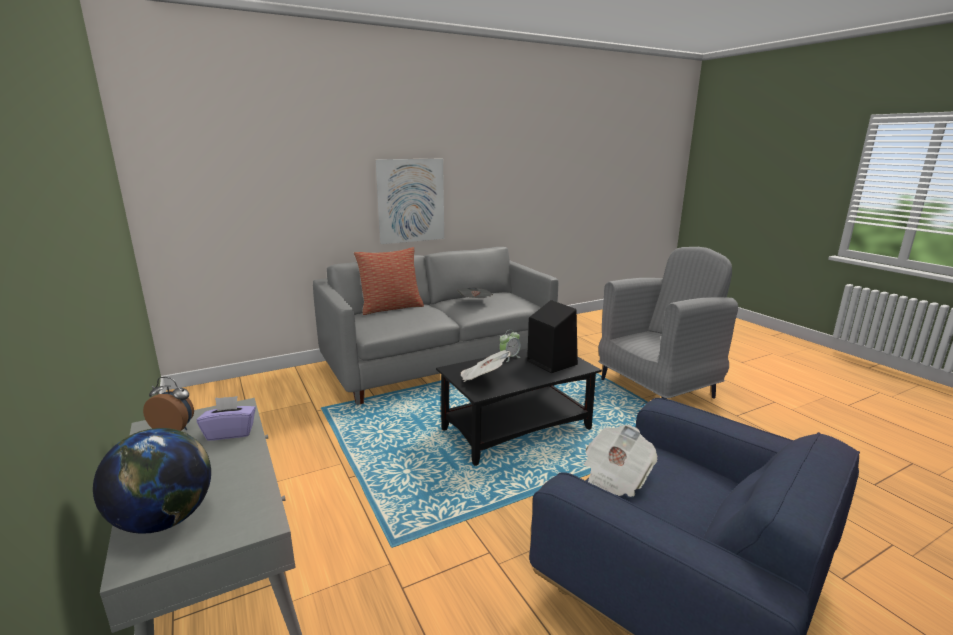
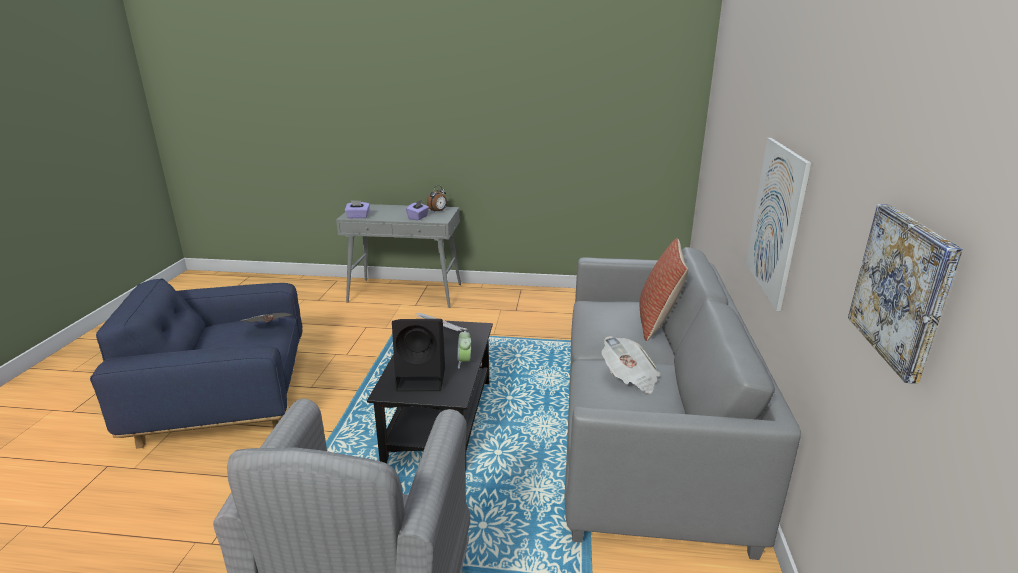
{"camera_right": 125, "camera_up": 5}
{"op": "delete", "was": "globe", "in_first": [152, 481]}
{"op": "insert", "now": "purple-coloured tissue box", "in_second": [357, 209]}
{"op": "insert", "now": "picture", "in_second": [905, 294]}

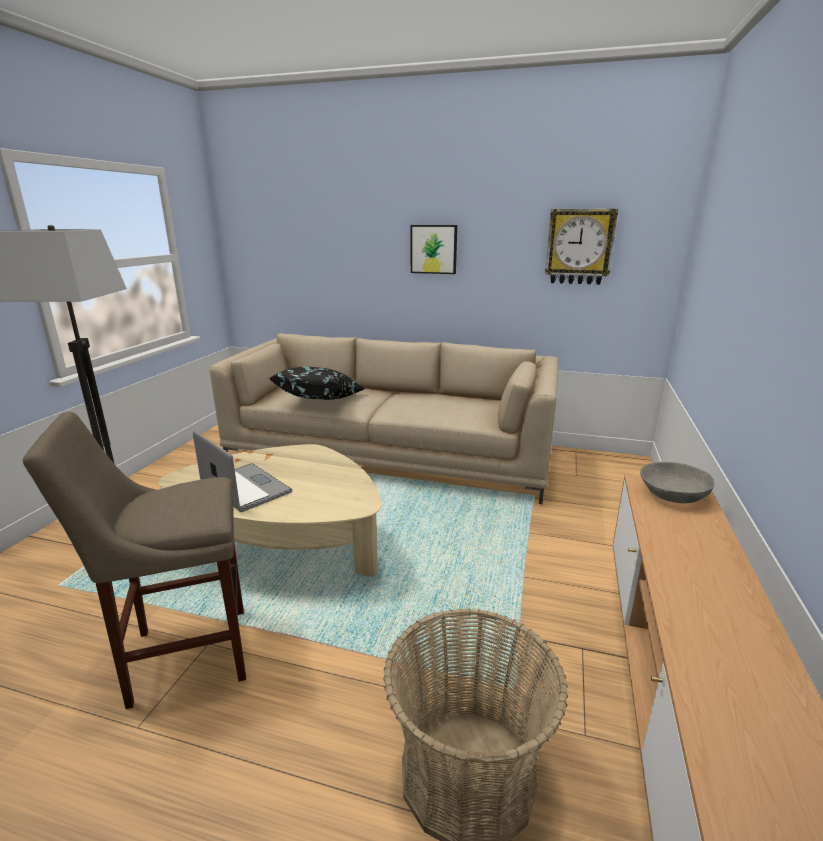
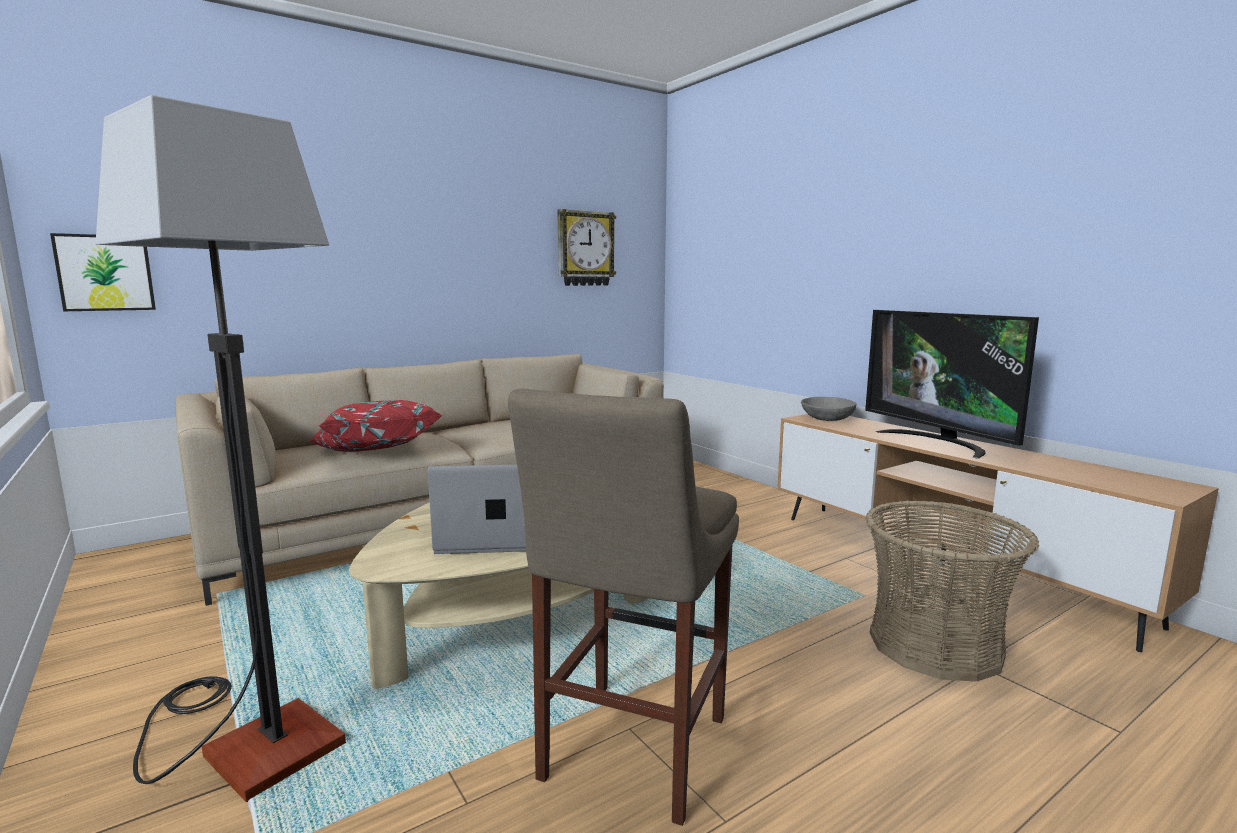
{"camera_right": -50, "camera_up": -10}
{"op": "recolor", "was": "blackish cushion", "now": "red cushion", "in_first": [317, 383], "in_second": [376, 426]}
{"op": "move", "was": "picture", "in_first": [434, 249], "in_second": [103, 272]}
{"op": "insert", "now": "TV set", "in_second": [952, 384]}

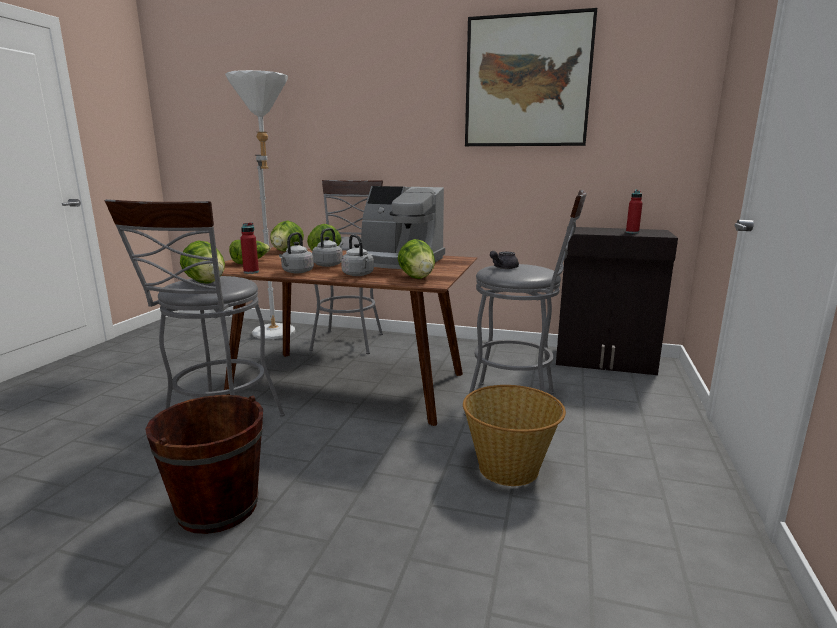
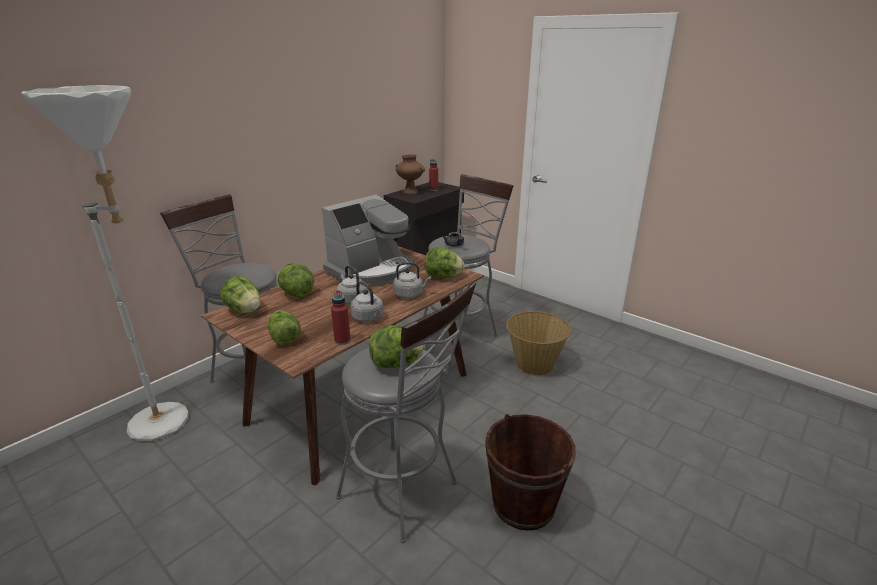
{"camera_right": -65, "camera_up": 10}
{"op": "delete", "was": "picture", "in_first": [531, 77]}
{"op": "insert", "now": "brown-coloured flower vase", "in_second": [410, 174]}

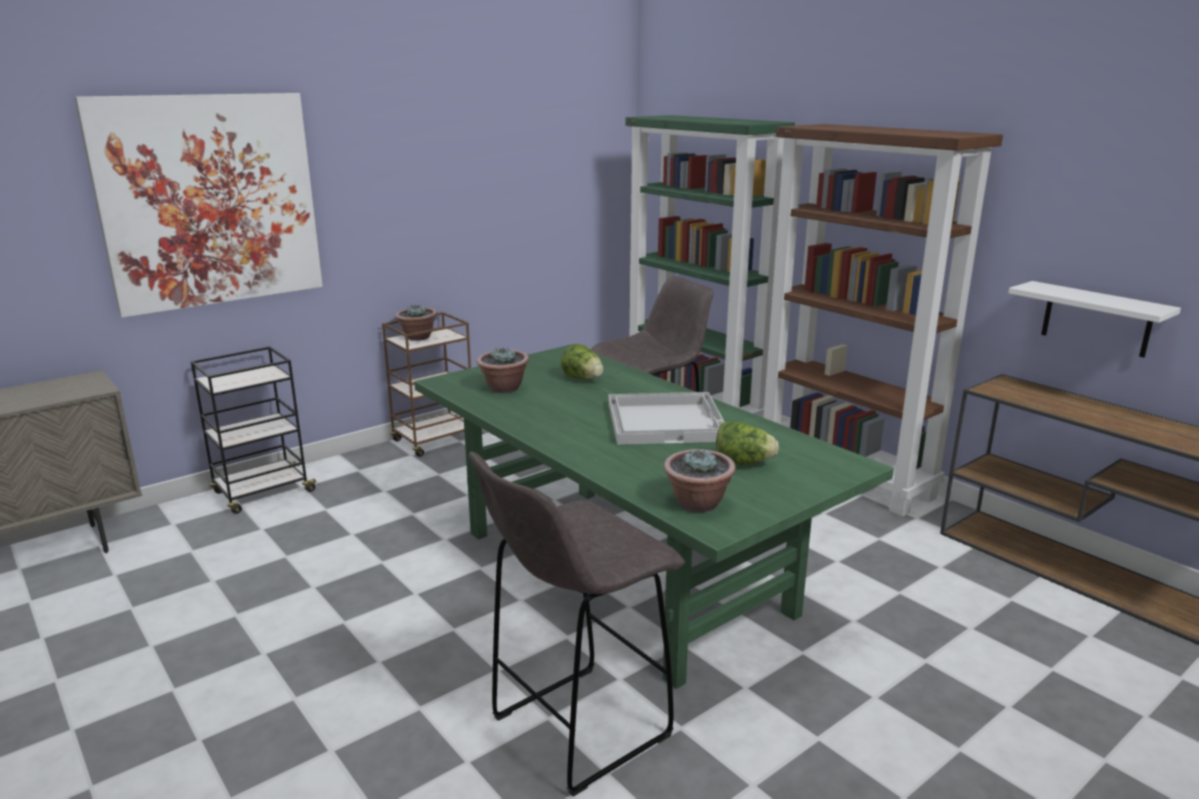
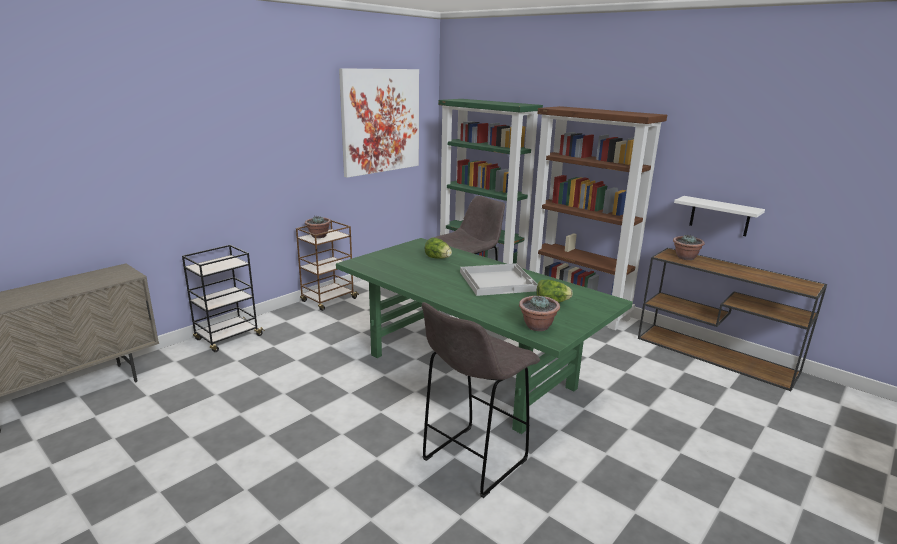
{"camera_right": -10, "camera_up": 0}
{"op": "move", "was": "picture", "in_first": [198, 205], "in_second": [379, 123]}
{"op": "move", "was": "houseplant", "in_first": [503, 370], "in_second": [689, 247]}

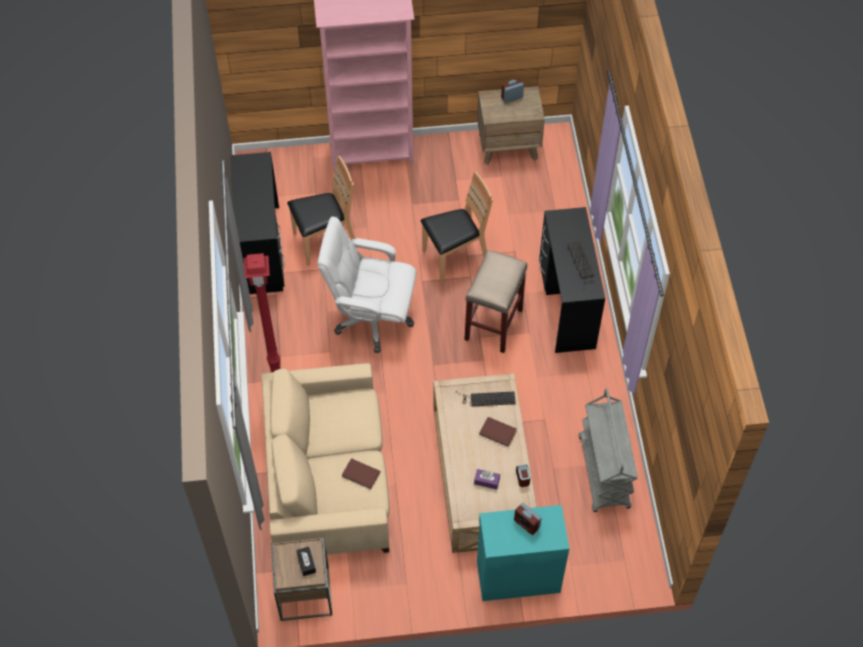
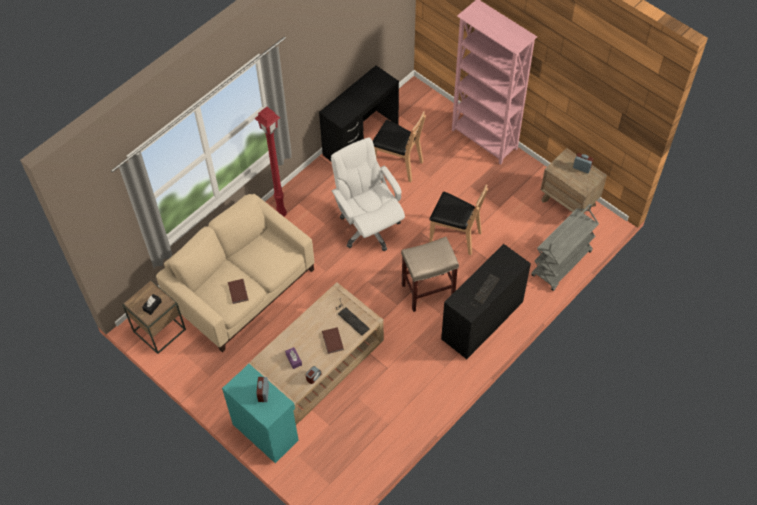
{"camera_right": 50, "camera_up": 0}
{"op": "move", "was": "gray trolley", "in_first": [608, 450], "in_second": [565, 247]}

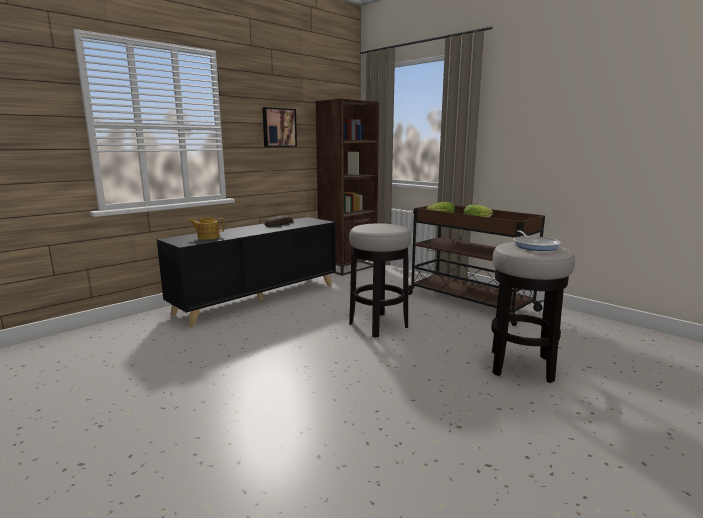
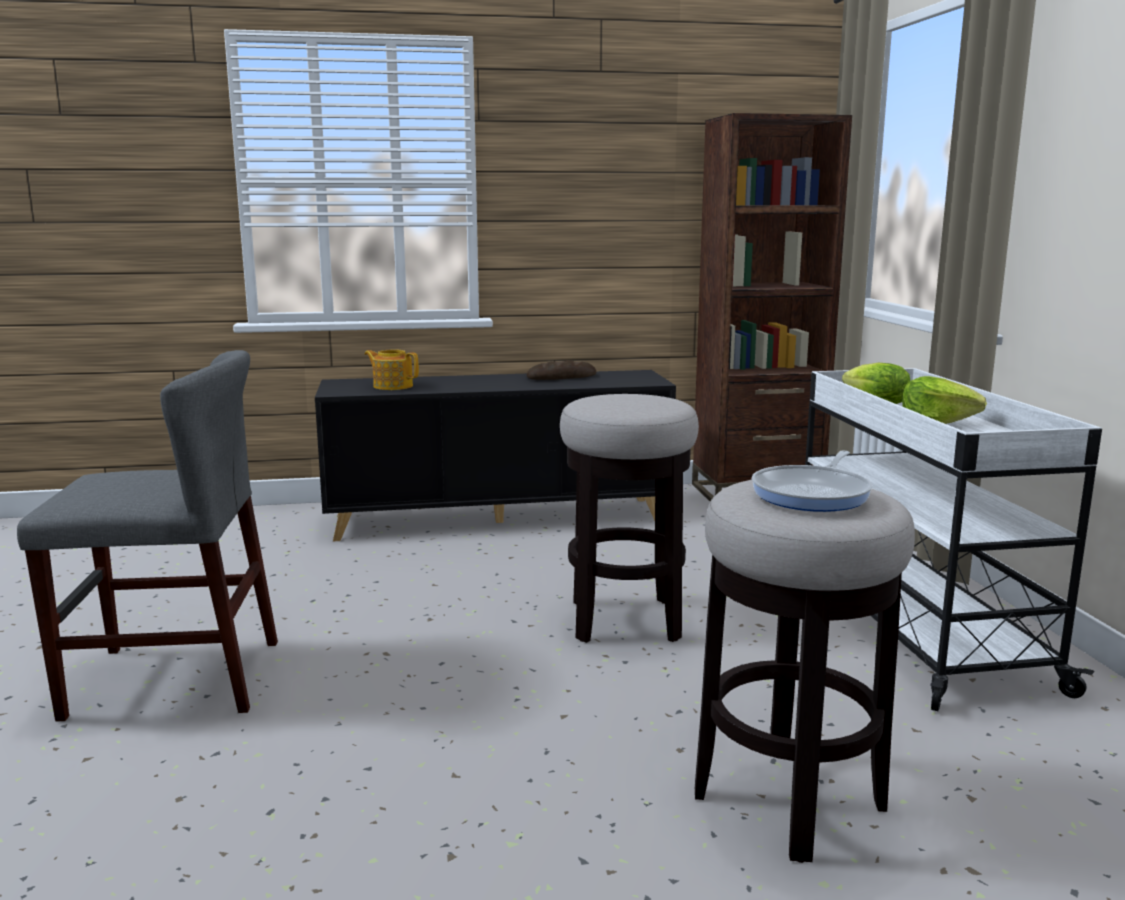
{"camera_right": 35, "camera_up": 0}
{"op": "delete", "was": "picture", "in_first": [279, 127]}
{"op": "recolor", "was": "brown-coloured trolley", "now": "whitish trolley", "in_first": [476, 265], "in_second": [953, 539]}
{"op": "insert", "now": "gray upright chair", "in_second": [147, 536]}

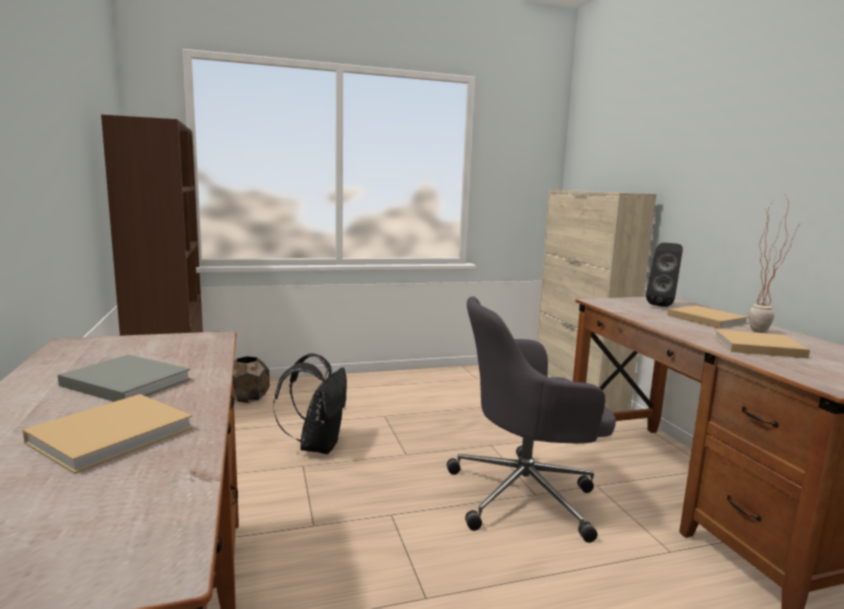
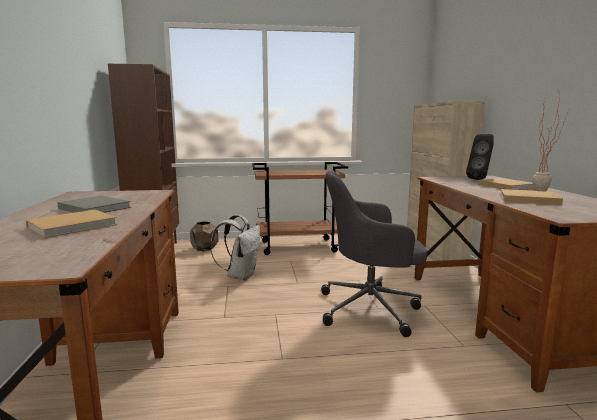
{"camera_right": 10, "camera_up": 0}
{"op": "recolor", "was": "blackish knapsack", "now": "whitish knapsack", "in_first": [310, 403], "in_second": [235, 247]}
{"op": "insert", "now": "brown-coloured trolley", "in_second": [300, 208]}

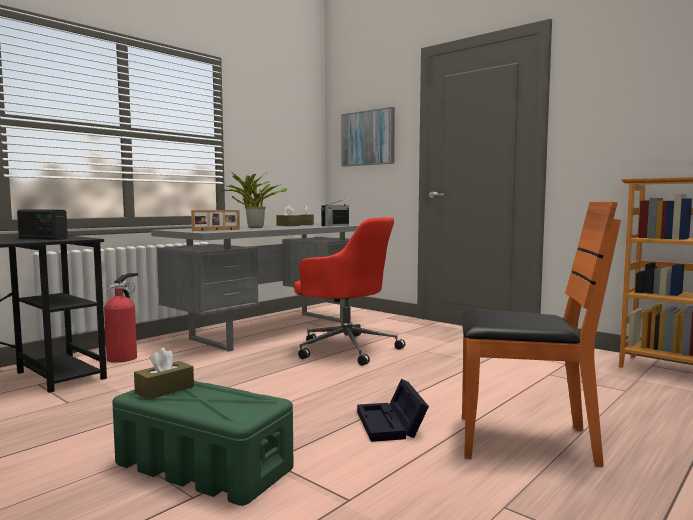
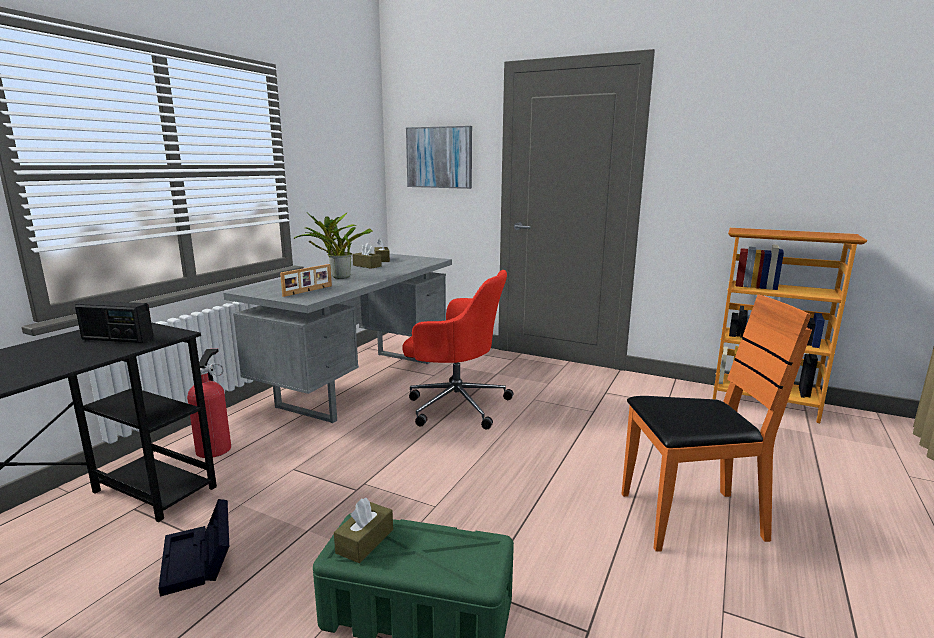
{"camera_right": -15, "camera_up": 10}
{"op": "delete", "was": "radio", "in_first": [335, 213]}
{"op": "move", "was": "blackish storage box", "in_first": [393, 410], "in_second": [194, 548]}

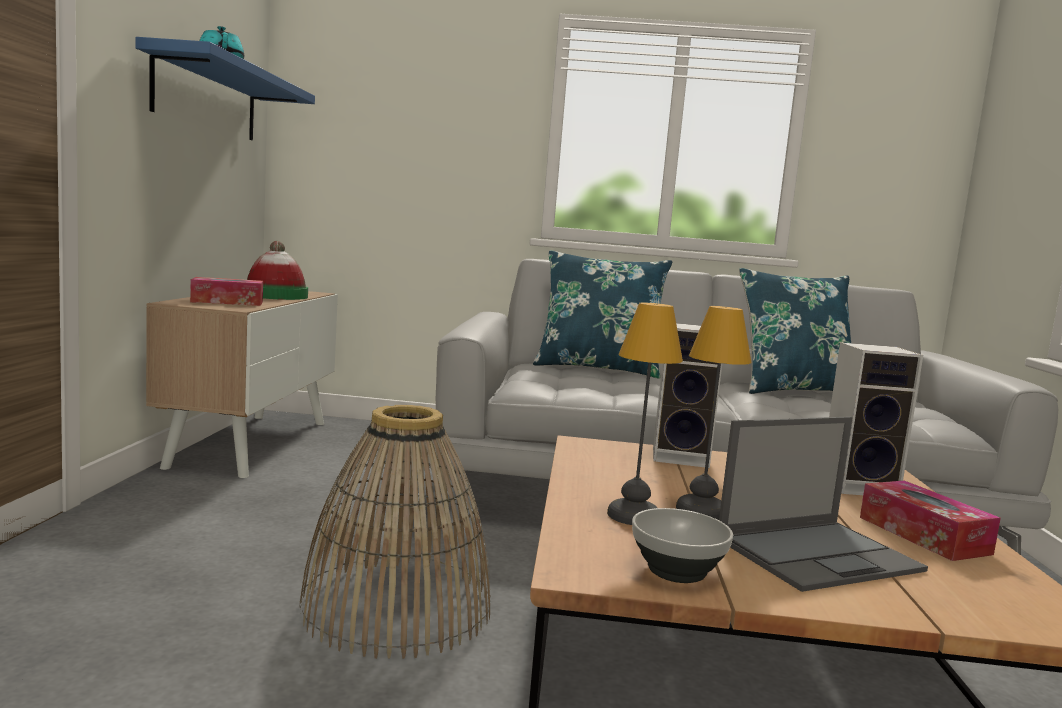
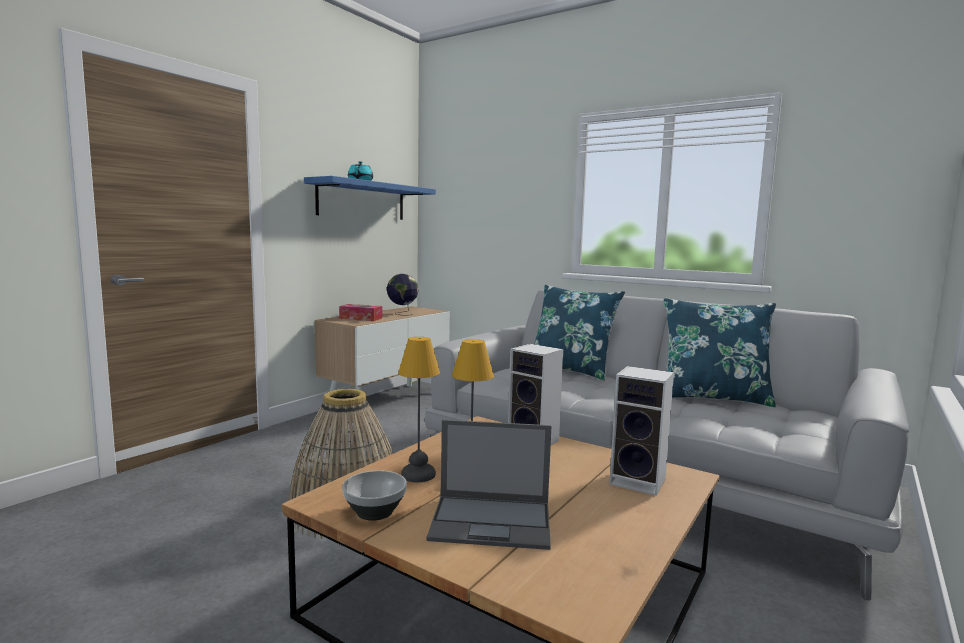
{"camera_right": 30, "camera_up": 0}
{"op": "replace", "was": "wearable hat", "now": "globe", "in_first": [277, 270], "in_second": [402, 294]}
{"op": "delete", "was": "tissue box", "in_first": [930, 520]}

